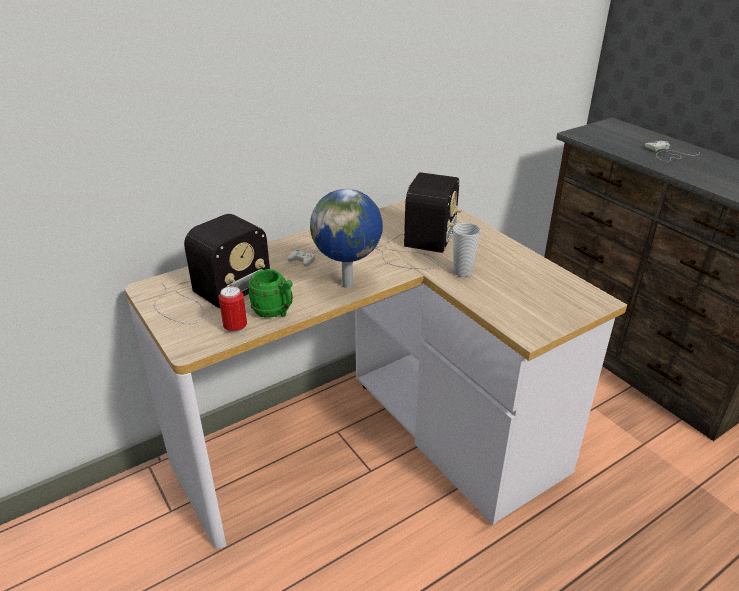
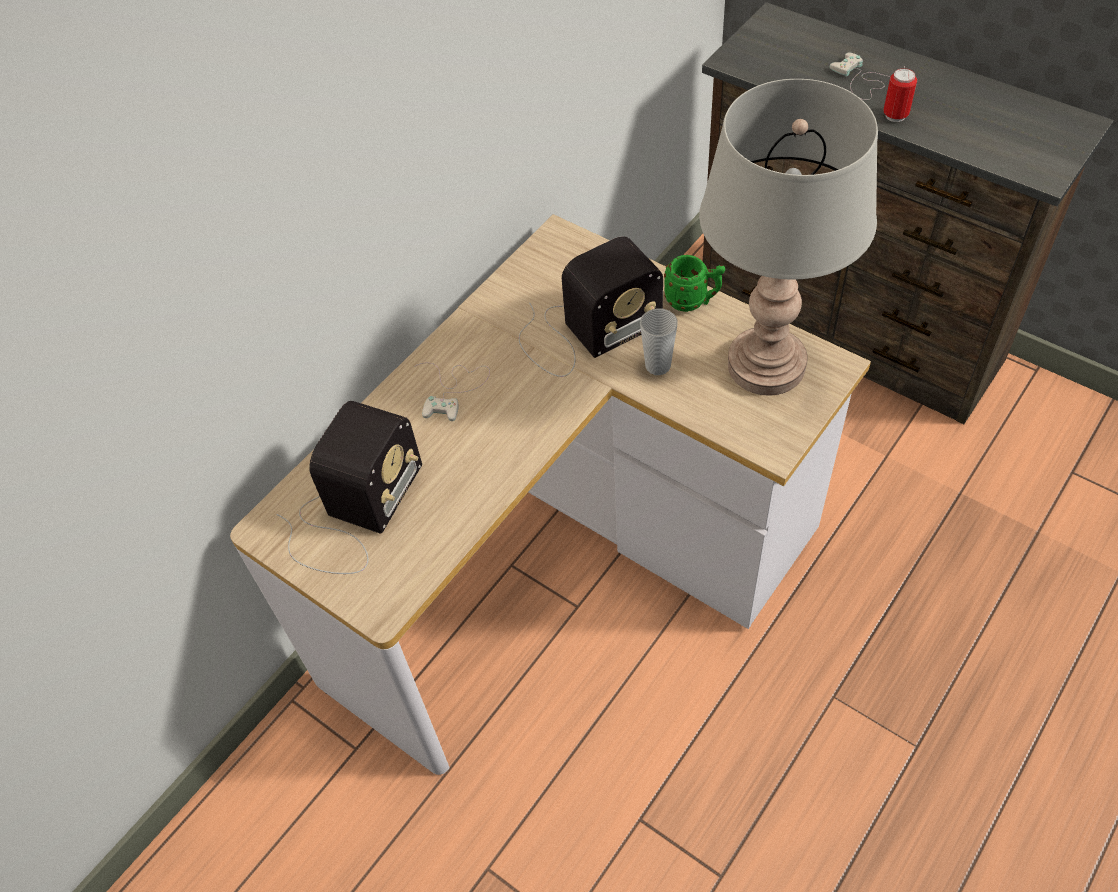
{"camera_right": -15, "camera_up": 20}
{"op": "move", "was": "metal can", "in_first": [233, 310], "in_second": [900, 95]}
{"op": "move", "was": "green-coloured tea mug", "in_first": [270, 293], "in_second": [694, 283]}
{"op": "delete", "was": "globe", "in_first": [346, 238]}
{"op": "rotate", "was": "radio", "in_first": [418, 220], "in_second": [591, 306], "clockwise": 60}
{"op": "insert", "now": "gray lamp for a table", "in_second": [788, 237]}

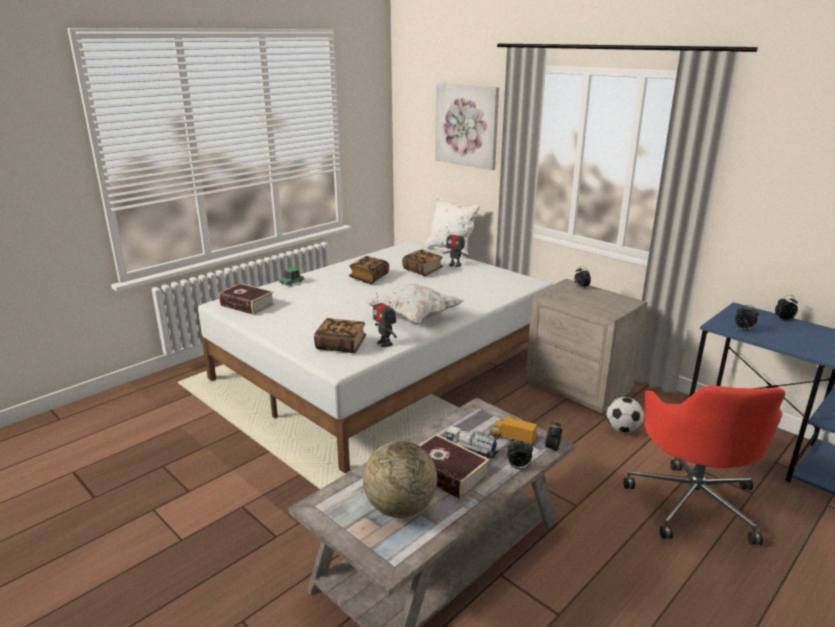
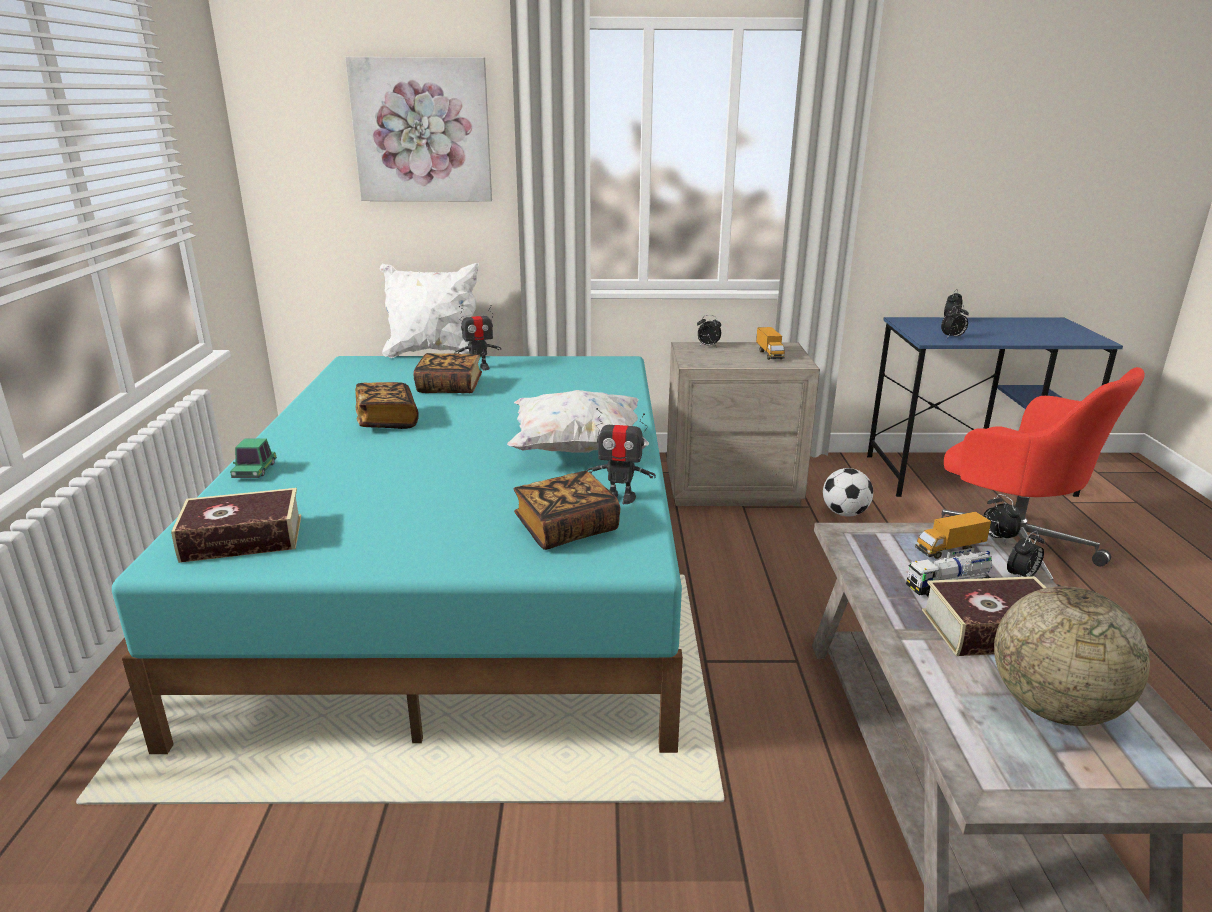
{"camera_right": -45, "camera_up": 0}
{"op": "recolor", "was": "whitish bed", "now": "turquoise bed", "in_first": [375, 357], "in_second": [397, 555]}
{"op": "insert", "now": "model truck", "in_second": [770, 343]}

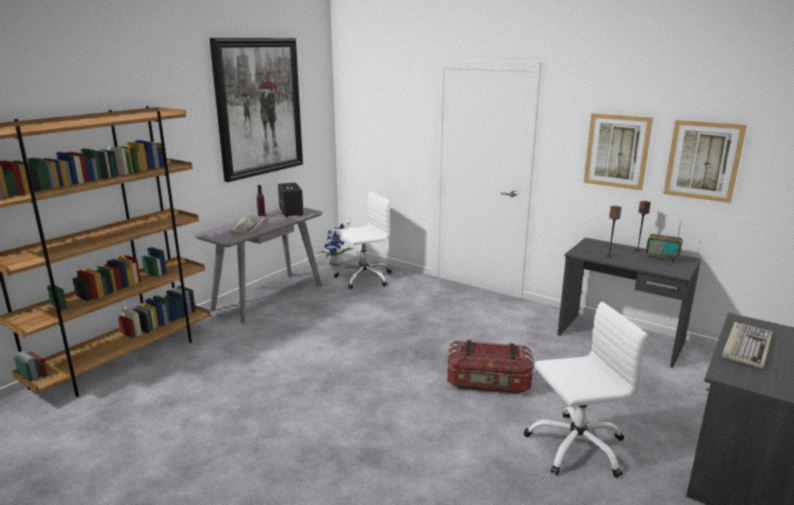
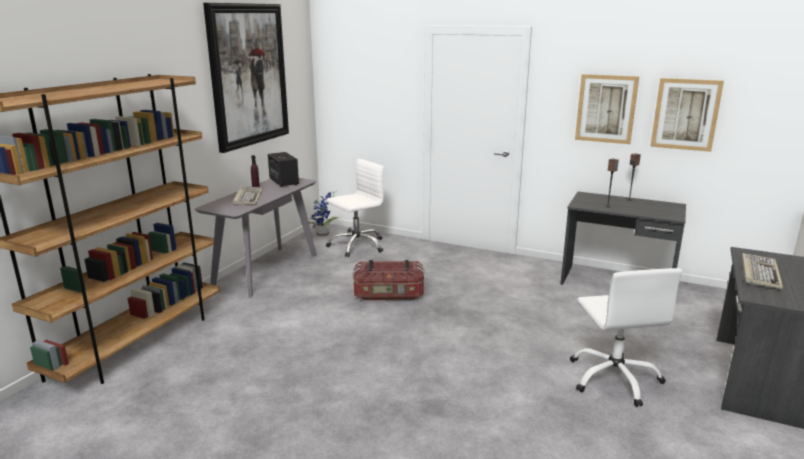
{"camera_right": -10, "camera_up": 0}
{"op": "move", "was": "storage box", "in_first": [490, 367], "in_second": [389, 280]}
{"op": "rotate", "was": "whitish desk chair", "in_first": [586, 390], "in_second": [626, 337], "clockwise": 105}
{"op": "delete", "was": "radio", "in_first": [664, 241]}

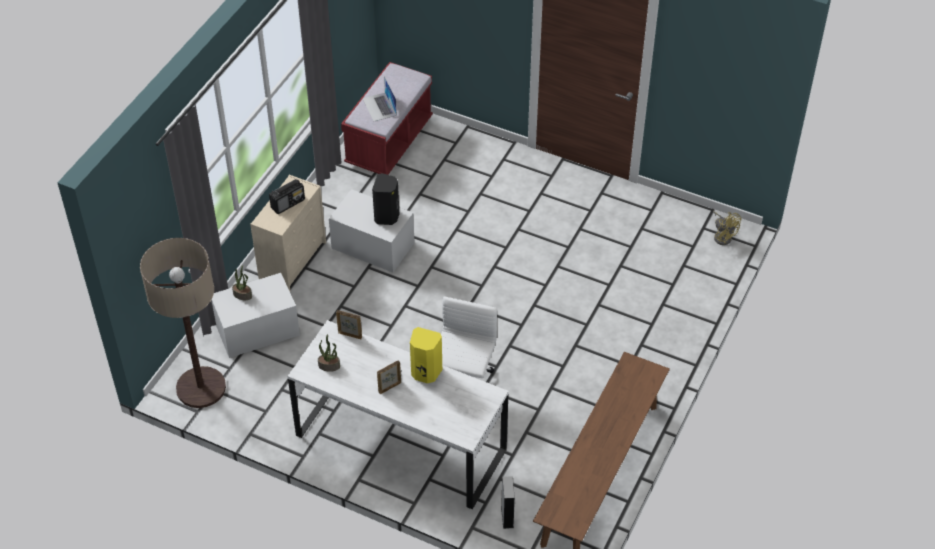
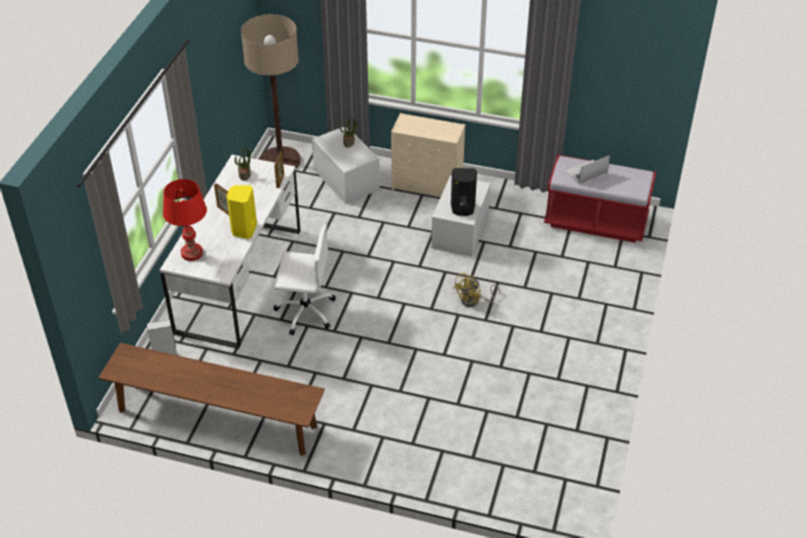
{"camera_right": 80, "camera_up": -5}
{"op": "delete", "was": "radio", "in_first": [287, 196]}
{"op": "move", "was": "yellow cooling fan", "in_first": [727, 228], "in_second": [476, 289]}
{"op": "insert", "now": "red lamp for a table", "in_second": [185, 220]}

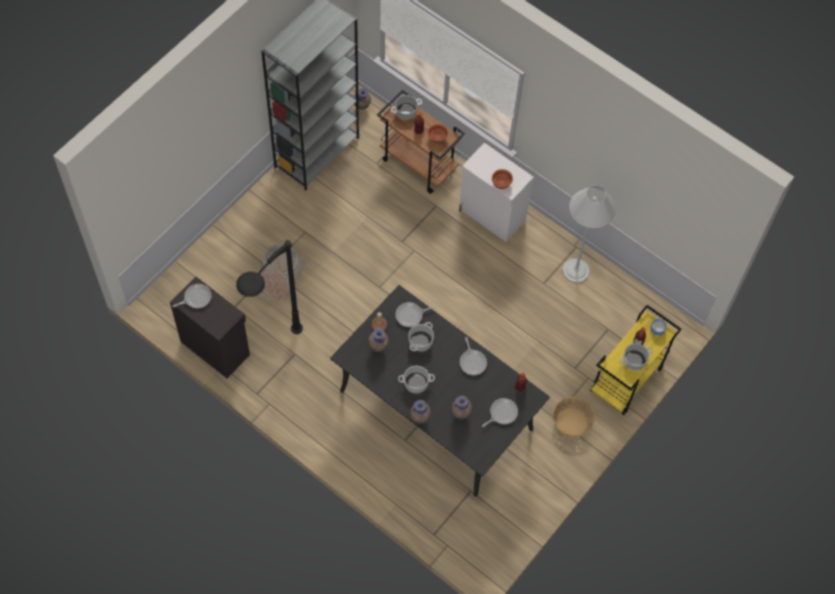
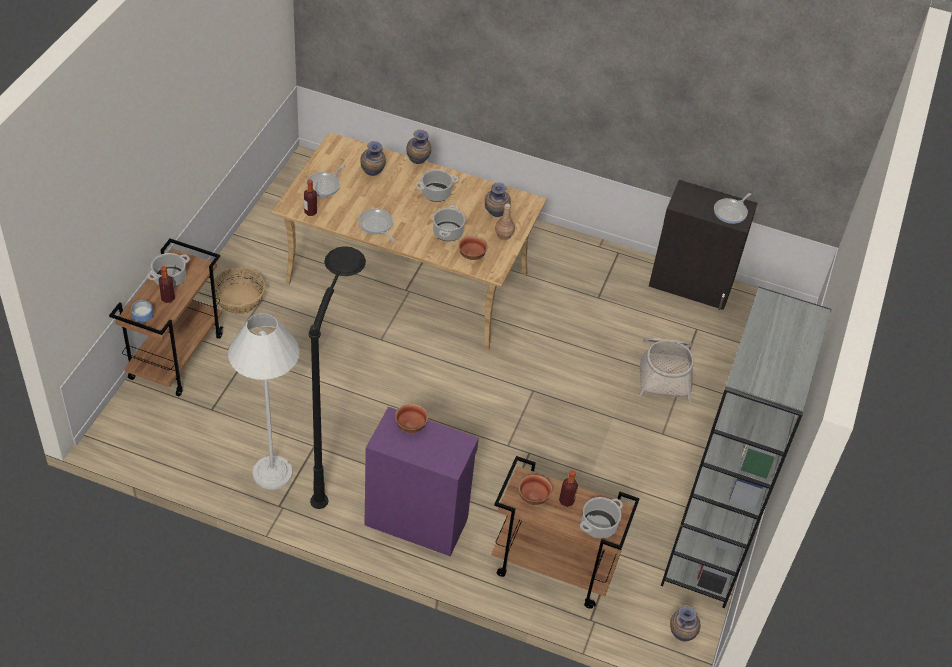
{"camera_right": 160, "camera_up": -15}
{"op": "move", "was": "blackish standing lamp", "in_first": [269, 287], "in_second": [337, 377]}
{"op": "recolor", "was": "blackish kitchen table", "now": "beige kitchen table", "in_first": [440, 391], "in_second": [409, 241]}
{"op": "replace", "was": "pan", "now": "deep dish", "in_first": [415, 314], "in_second": [473, 248]}
{"op": "recolor", "was": "whitish cabinet", "now": "purple-coloured cabinet", "in_first": [496, 192], "in_second": [421, 481]}
{"op": "recolor", "was": "yellow trolley", "now": "brown-coloured trolley", "in_first": [636, 360], "in_second": [166, 318]}

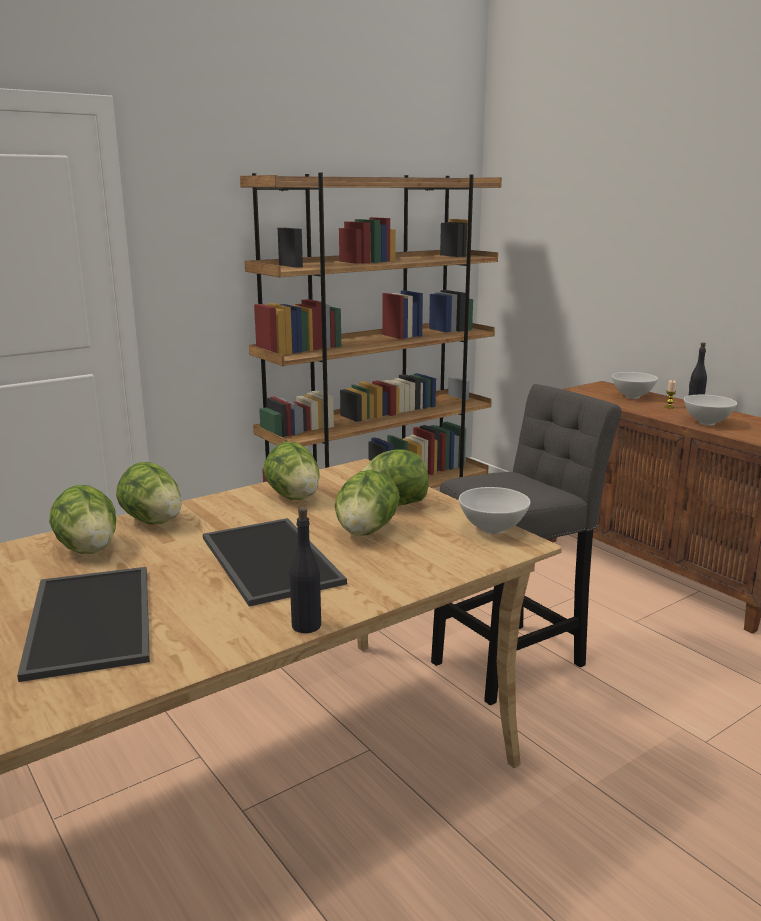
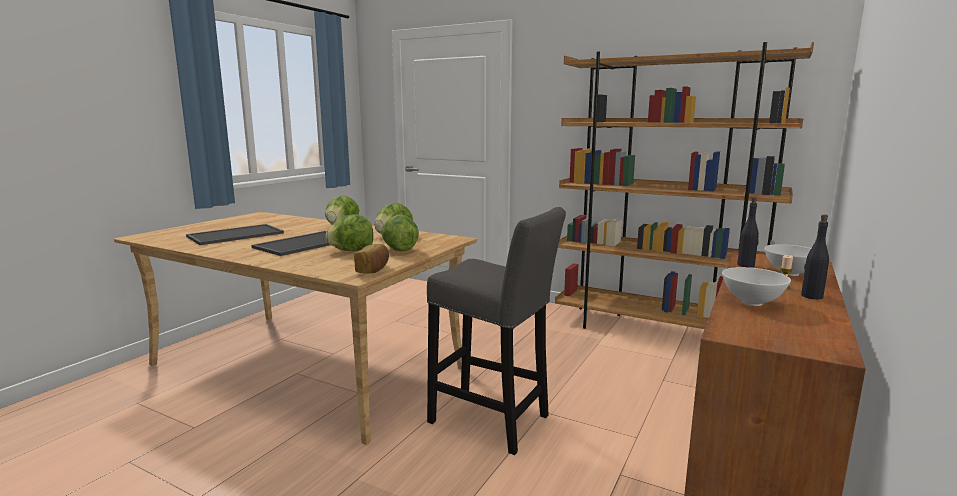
{"camera_right": 65, "camera_up": -5}
{"op": "delete", "was": "lettuce head", "in_first": [82, 519]}
{"op": "move", "was": "blackish drink bottle", "in_first": [305, 570], "in_second": [748, 232]}
{"op": "replace", "was": "whitish deep dish", "now": "bread", "in_first": [494, 510], "in_second": [371, 259]}

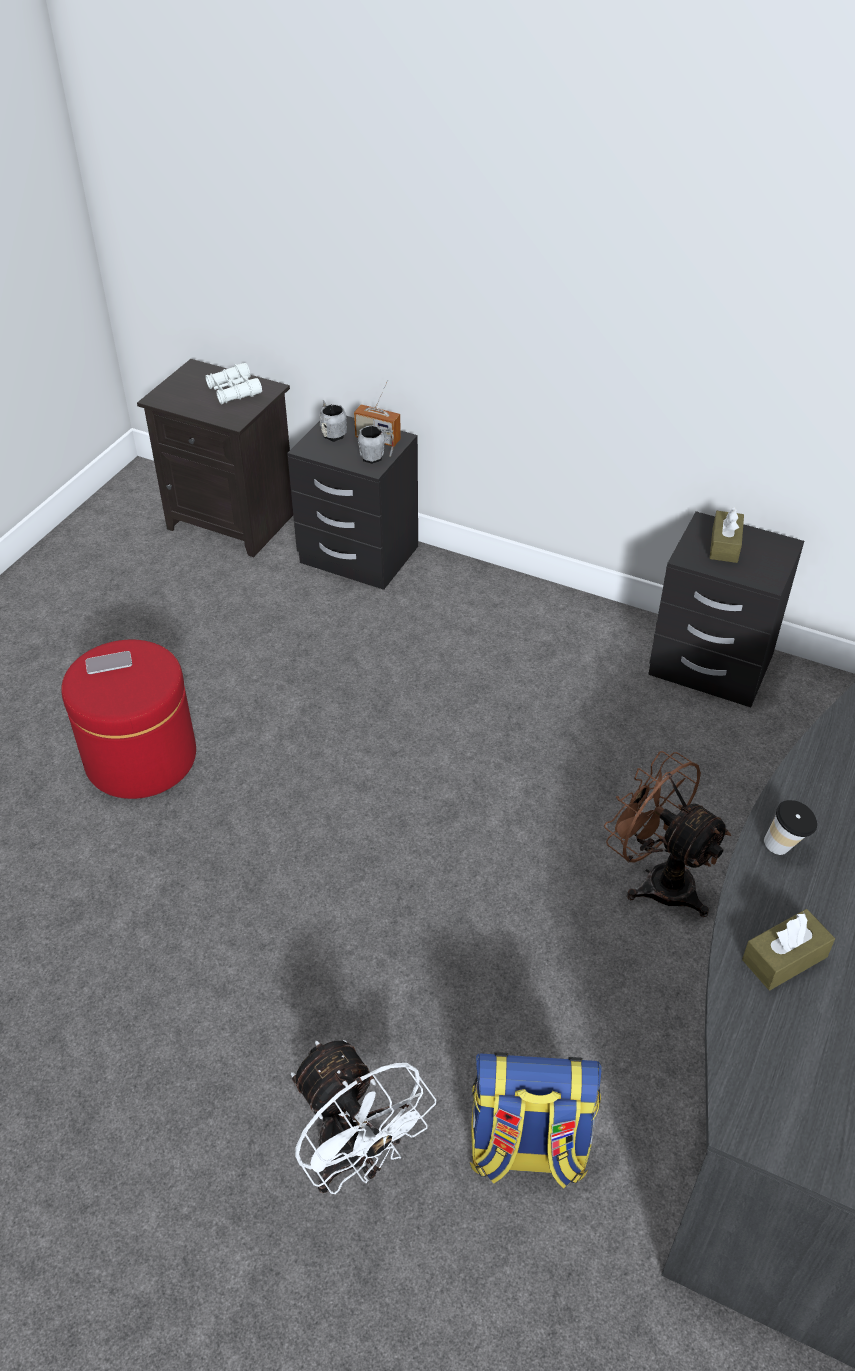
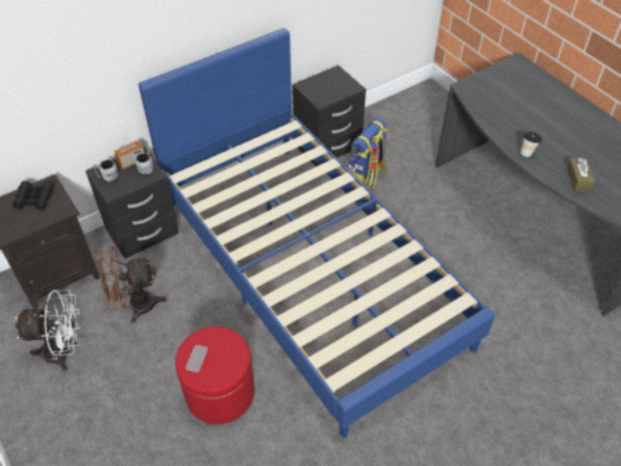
{"camera_right": -60, "camera_up": 5}
{"op": "recolor", "was": "whitish pair of binoculars", "now": "blackish pair of binoculars", "in_first": [233, 384], "in_second": [33, 195]}
{"op": "move", "was": "whitish cooling fan", "in_first": [363, 1117], "in_second": [48, 330]}
{"op": "move", "was": "knapsack", "in_first": [536, 1120], "in_second": [367, 153]}
{"op": "move", "was": "brown-coloured cooling fan", "in_first": [667, 834], "in_second": [131, 285]}
{"op": "delete", "was": "brown-coloured tissue box", "in_first": [727, 535]}
{"op": "insert", "now": "blue-coloured bed", "in_second": [316, 233]}

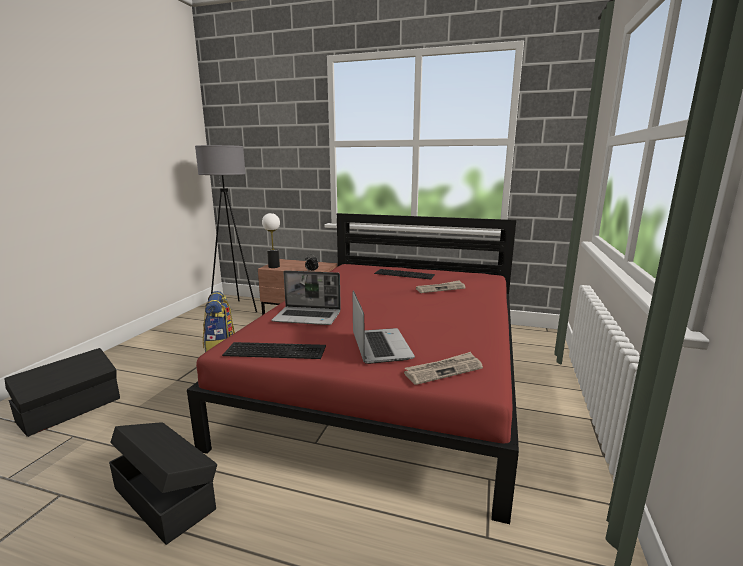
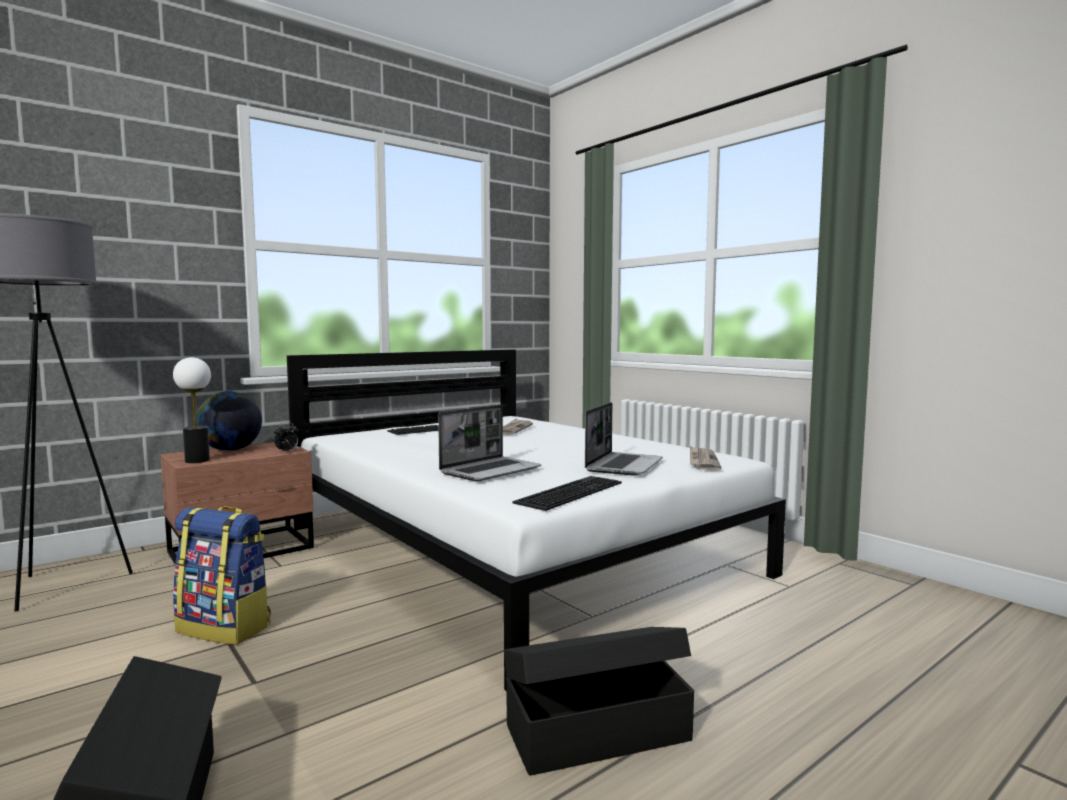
{"camera_right": -55, "camera_up": -10}
{"op": "recolor", "was": "red bed", "now": "whitish bed", "in_first": [353, 368], "in_second": [536, 520]}
{"op": "rotate", "was": "laptop", "in_first": [384, 327], "in_second": [624, 439], "clockwise": 90}
{"op": "insert", "now": "globe", "in_second": [229, 421]}

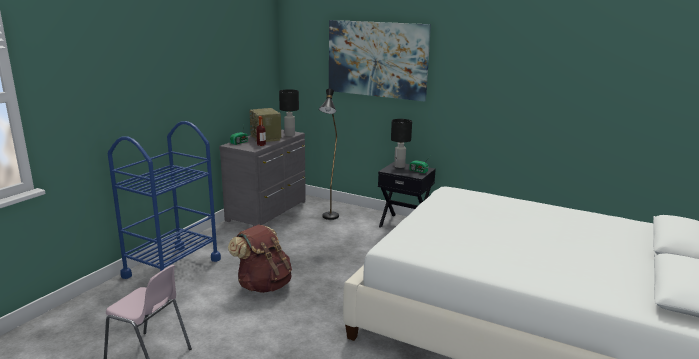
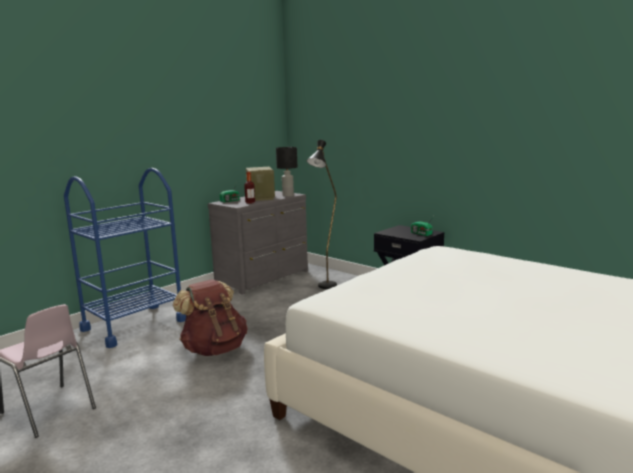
{"camera_right": 15, "camera_up": -5}
{"op": "delete", "was": "picture", "in_first": [380, 61]}
{"op": "delete", "was": "blackish lamp for a table", "in_first": [401, 143]}

